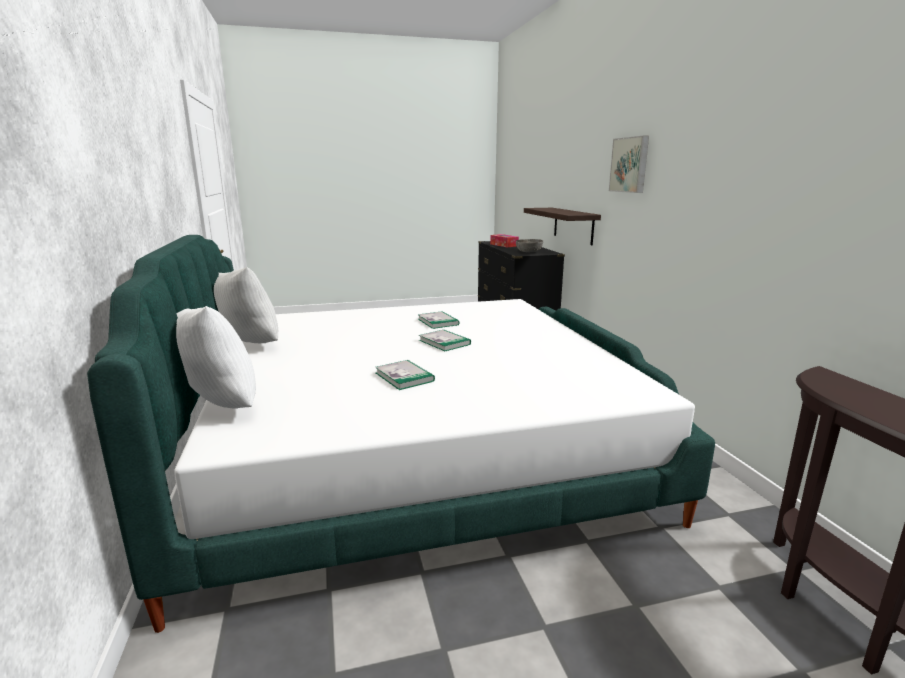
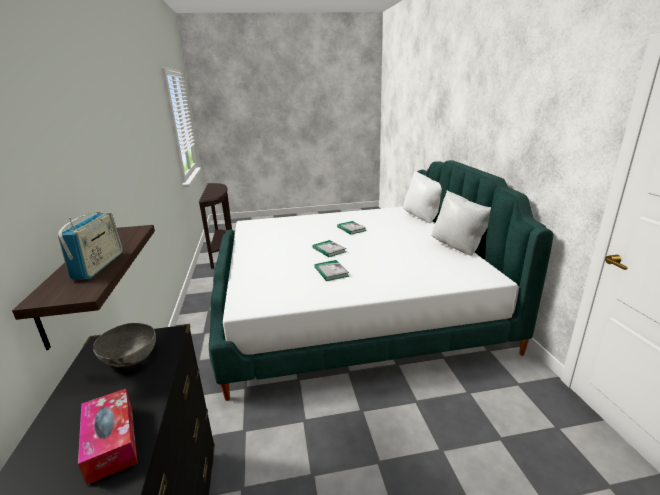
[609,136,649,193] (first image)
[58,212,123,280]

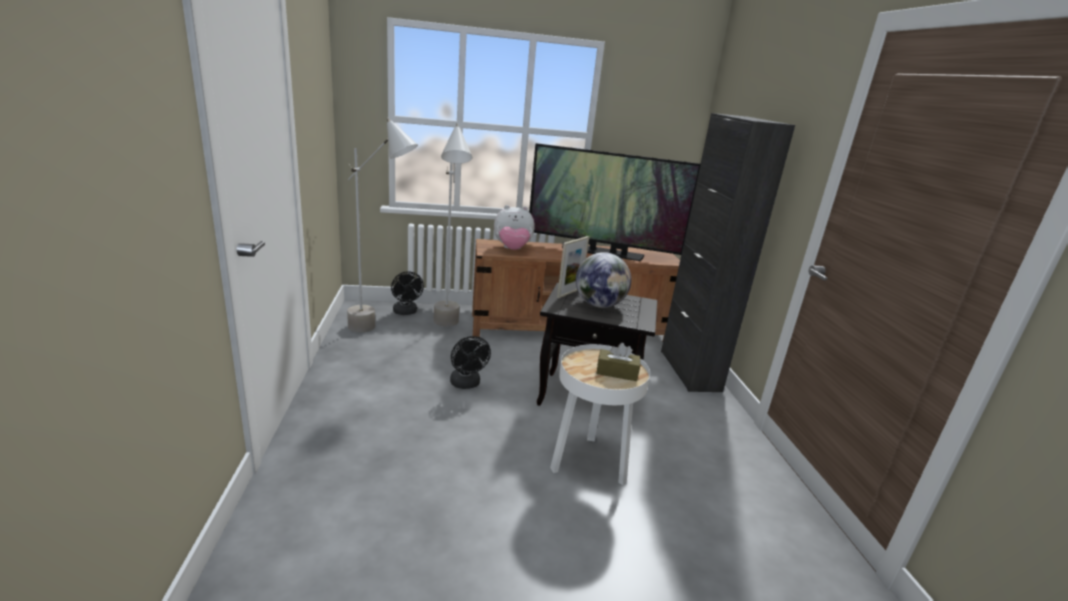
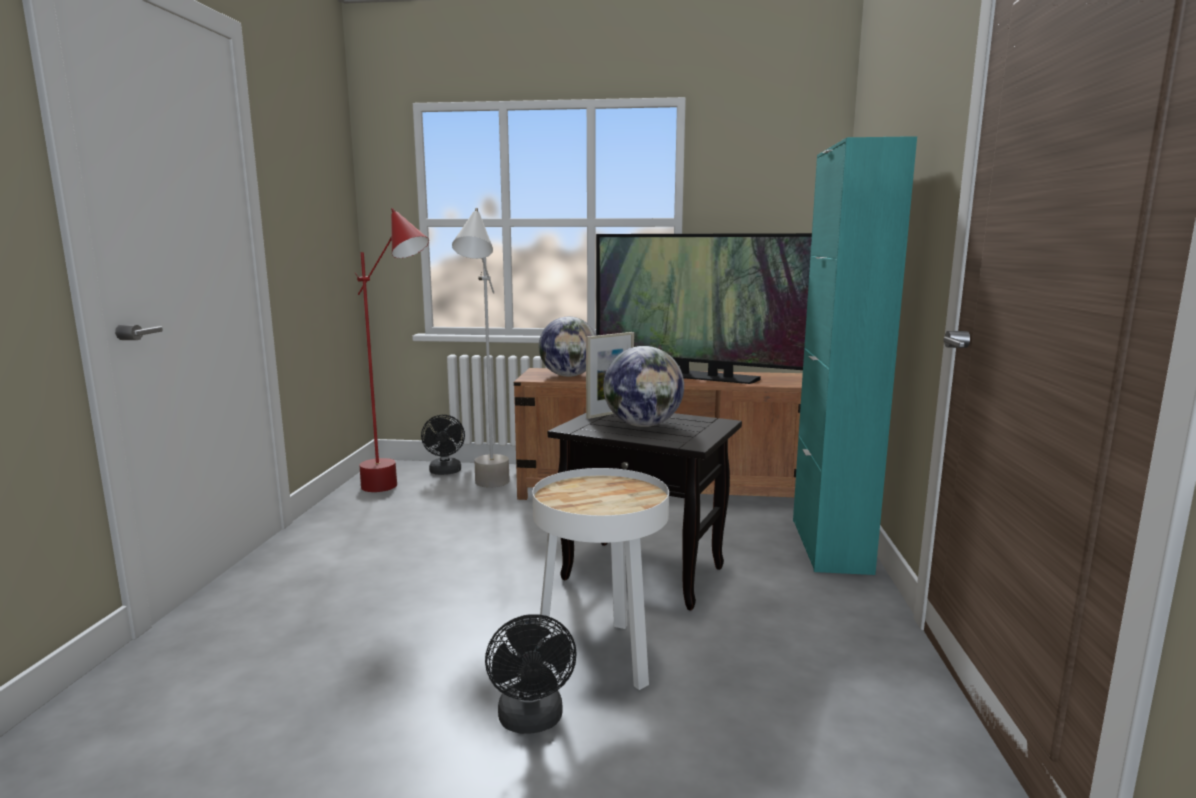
[793,136,917,575]
[354,208,429,492]
[539,317,596,377]
[485,614,577,734]
[596,343,640,381] (first image)

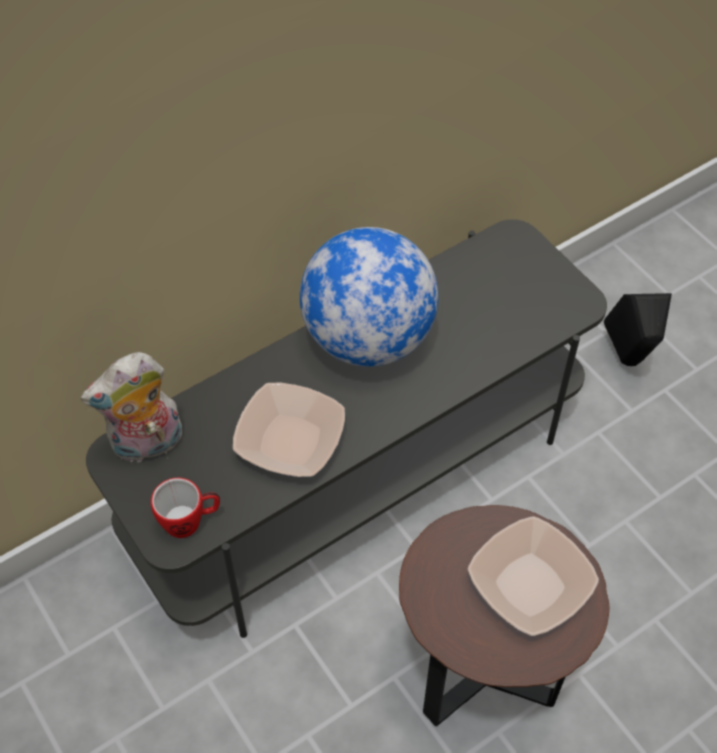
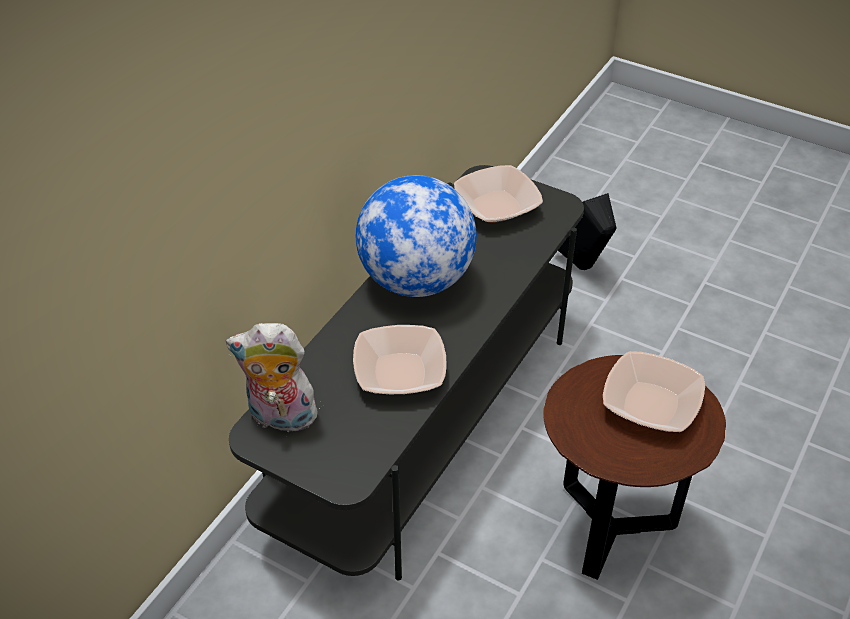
[226,323,320,437]
[151,478,220,538] (first image)
[454,165,543,223]

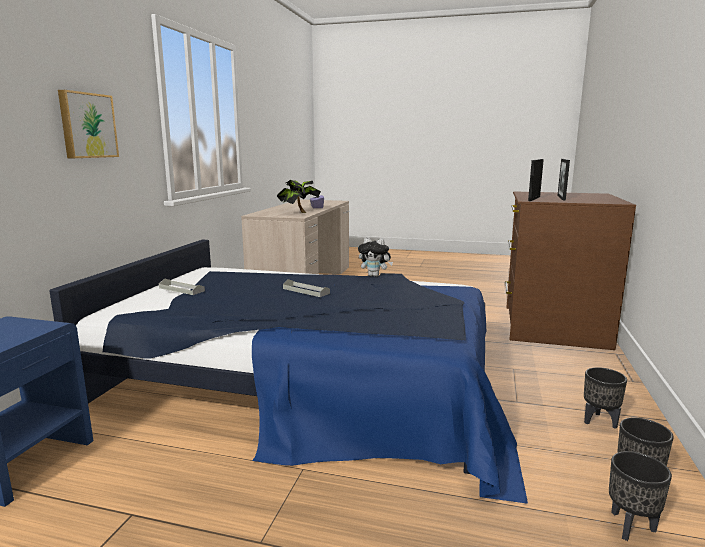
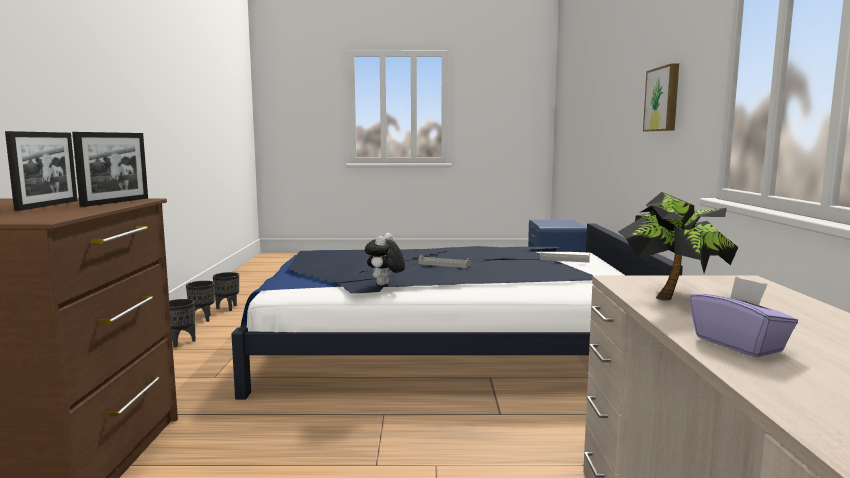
[365,233,405,285]

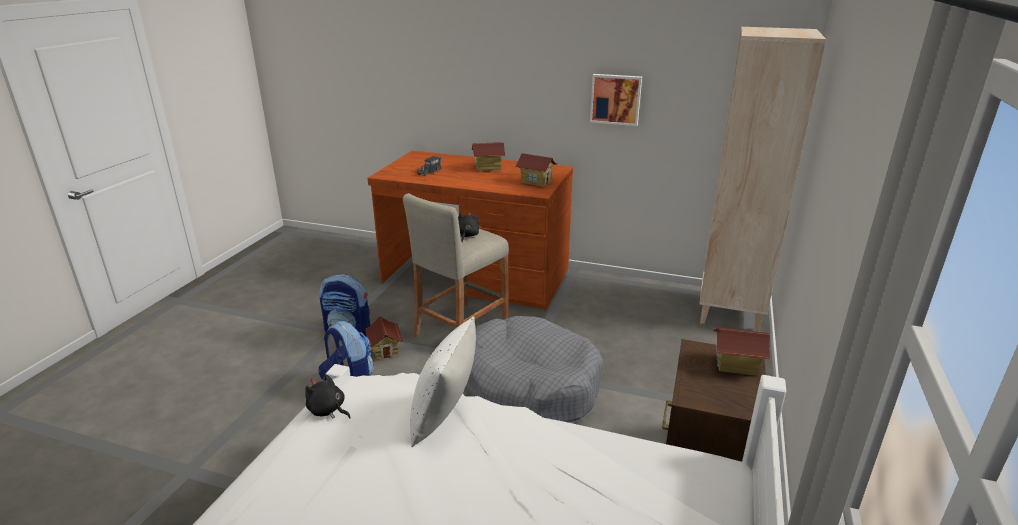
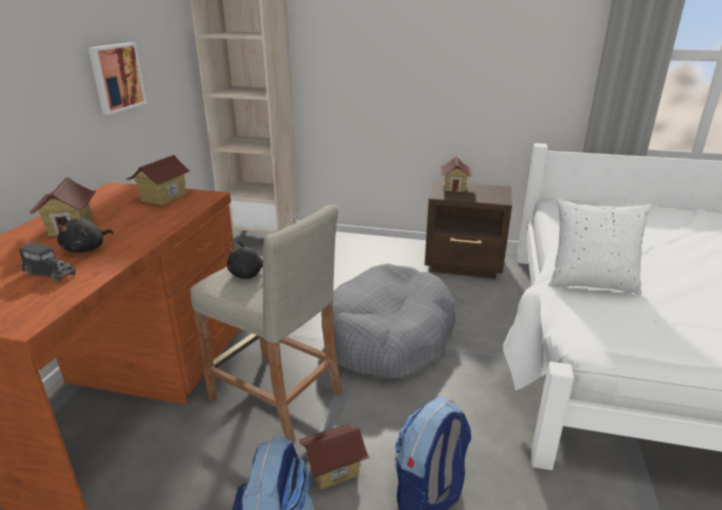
[57,217,113,252]

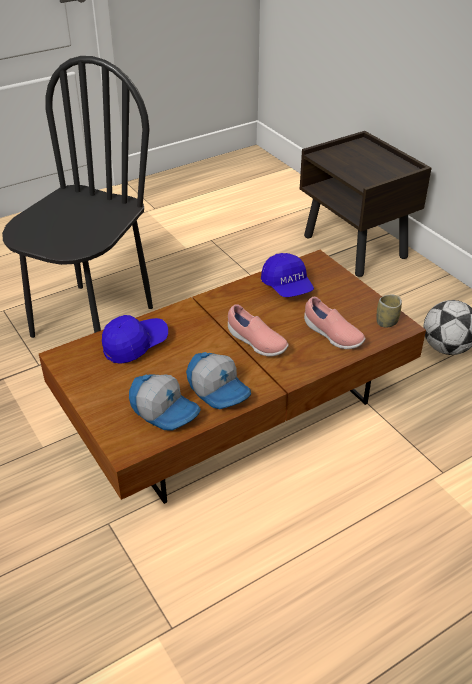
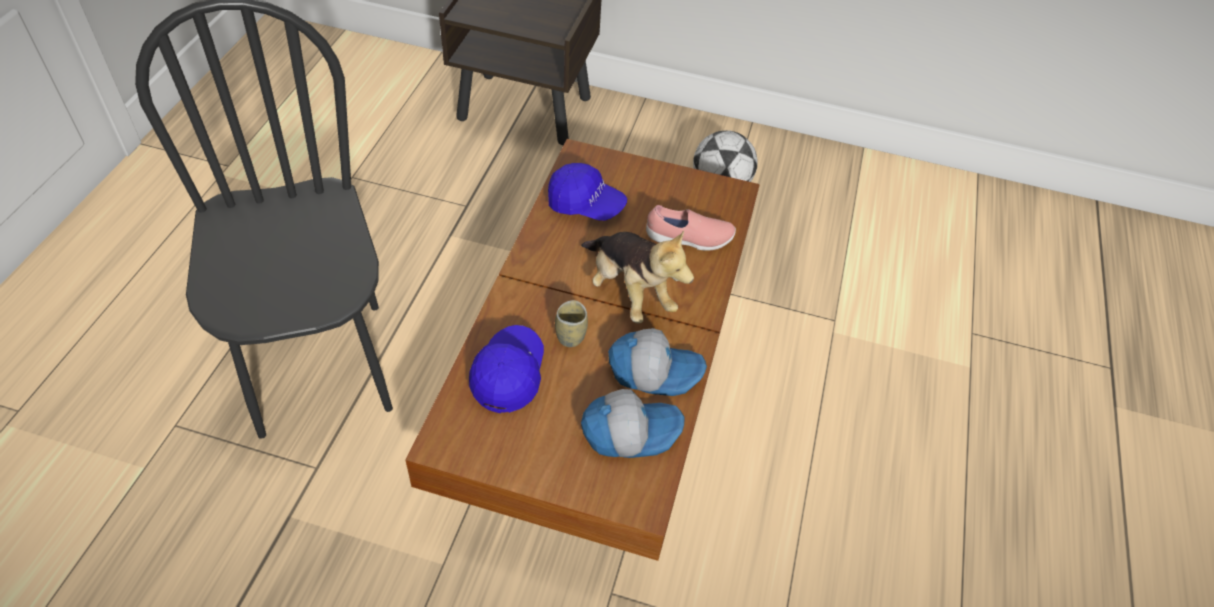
[555,300,588,347]
[581,230,694,323]

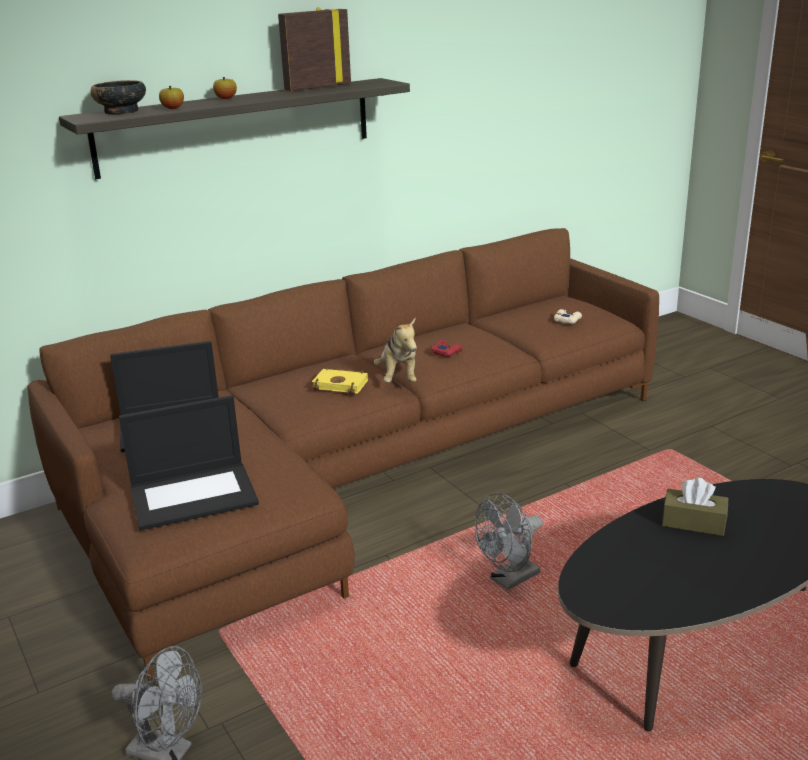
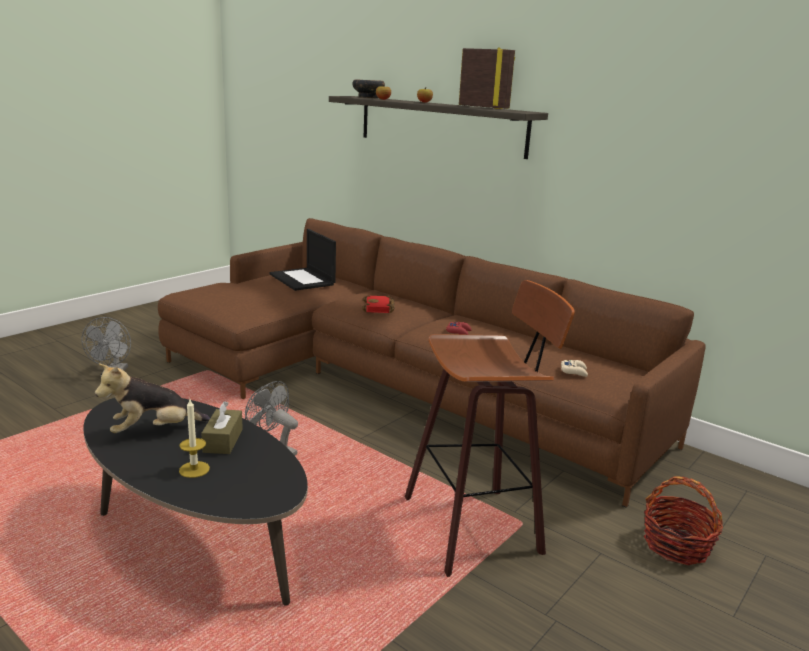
[95,363,210,433]
[362,295,395,313]
[119,395,259,530] (first image)
[405,280,575,577]
[179,399,210,478]
[644,477,723,565]

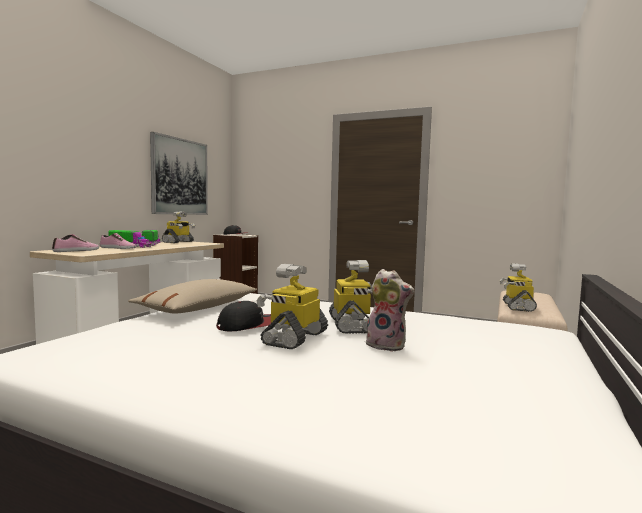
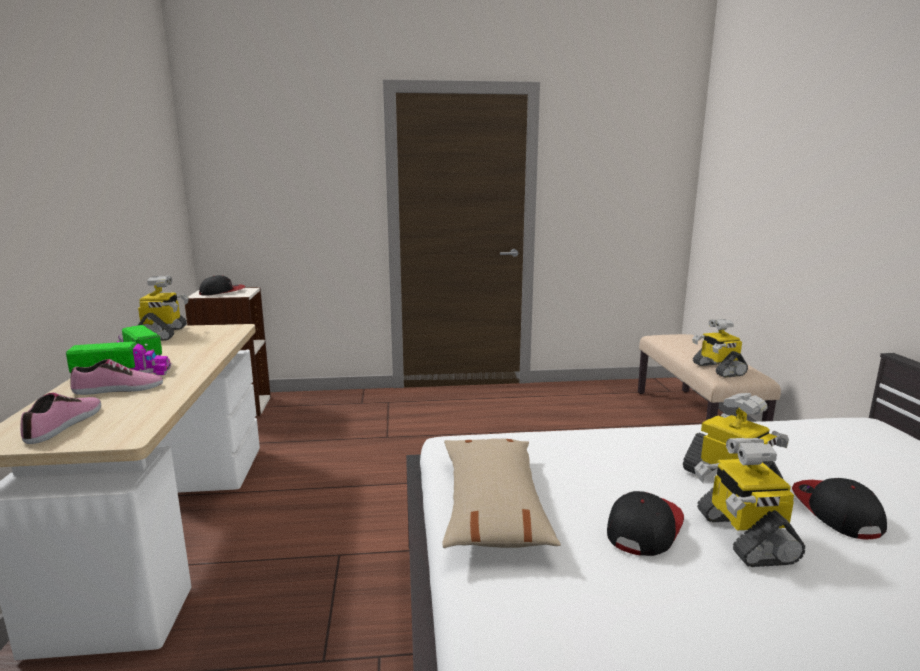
[150,132,208,215] (first image)
[792,478,887,540]

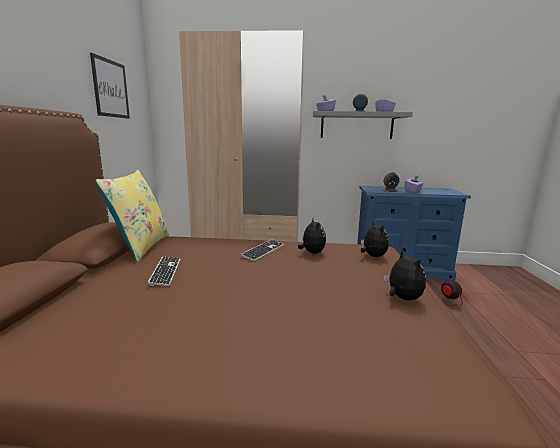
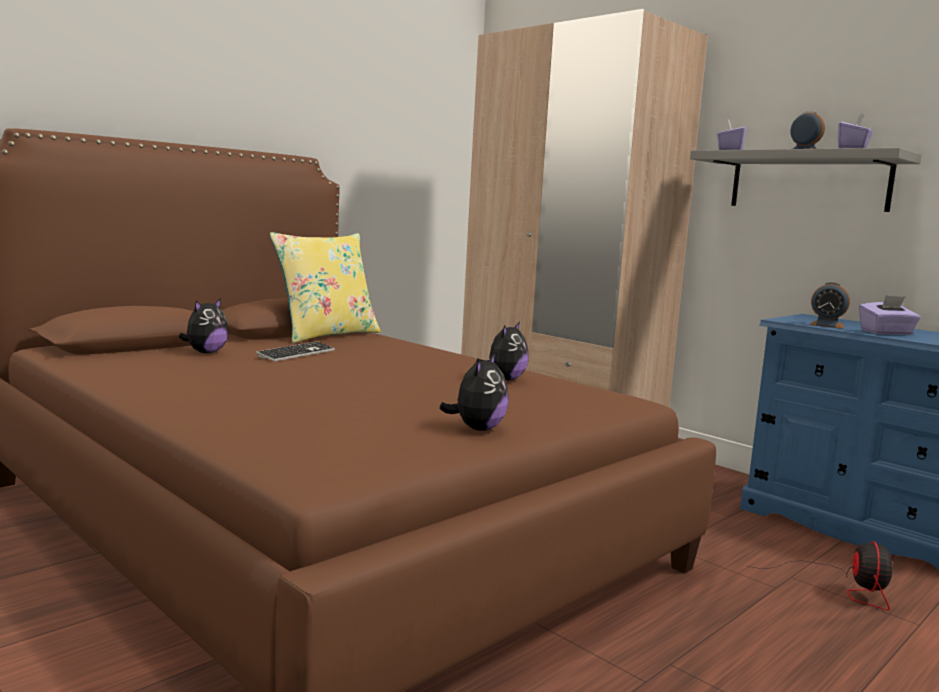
[90,53,130,119] (first image)
[179,298,229,353]
[241,239,284,261] (first image)

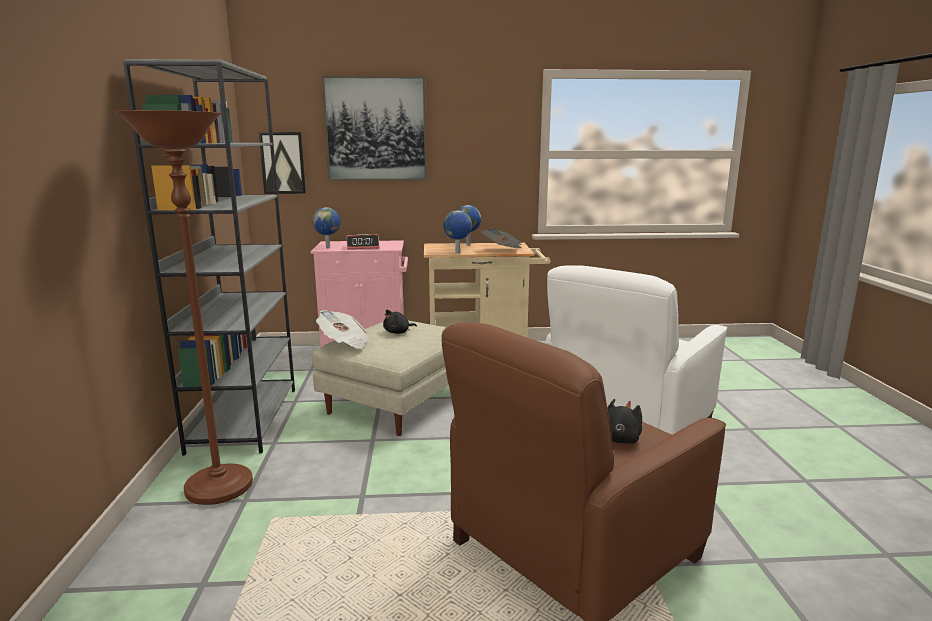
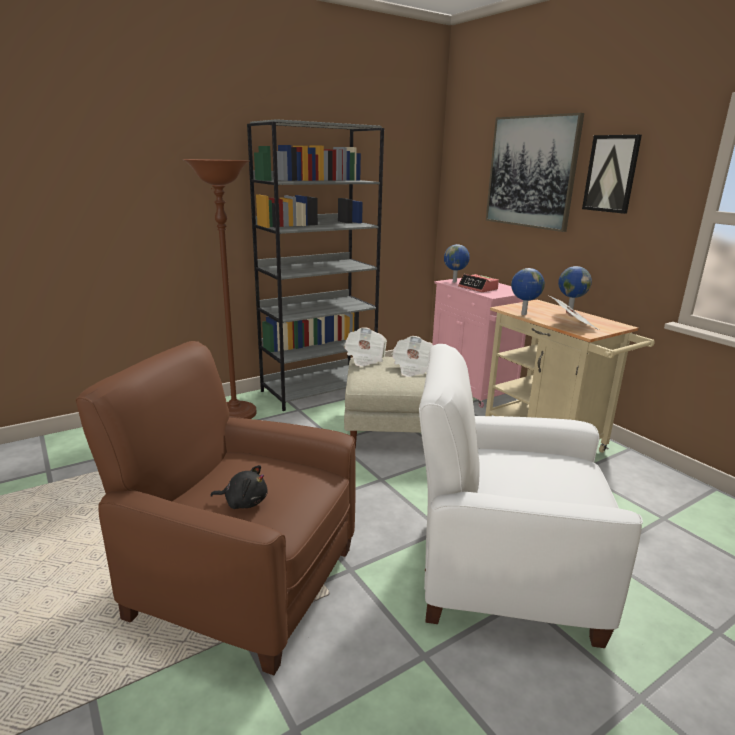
[582,135,642,214]
[391,336,433,377]

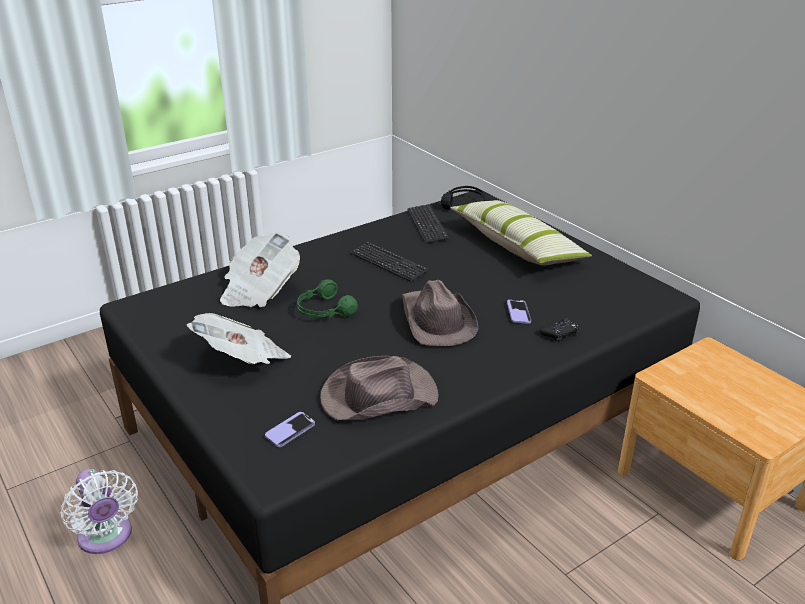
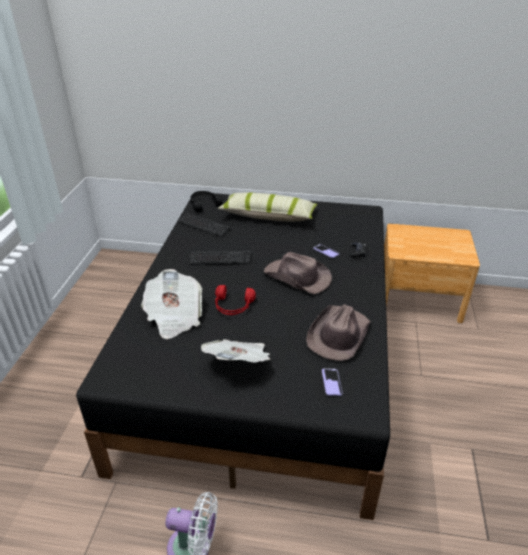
[215,285,256,315]

